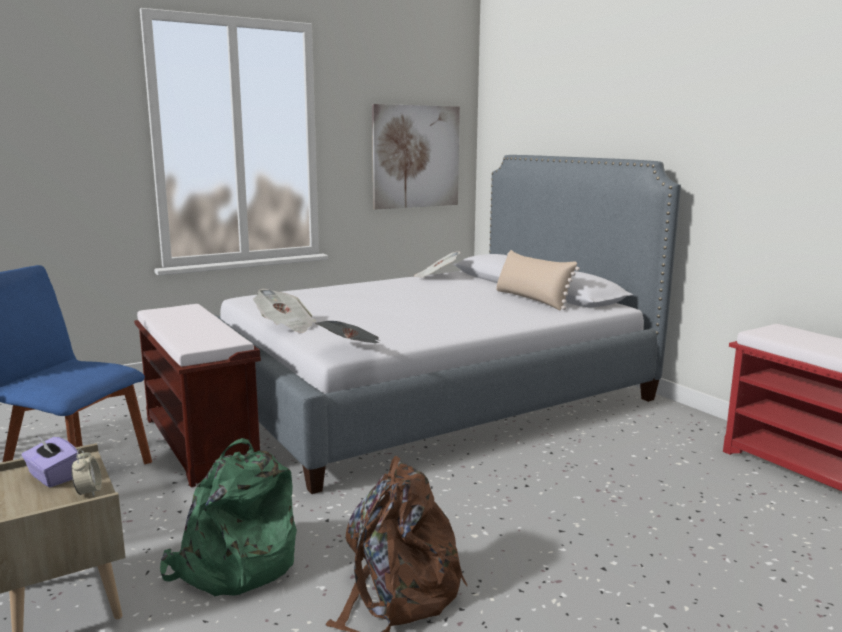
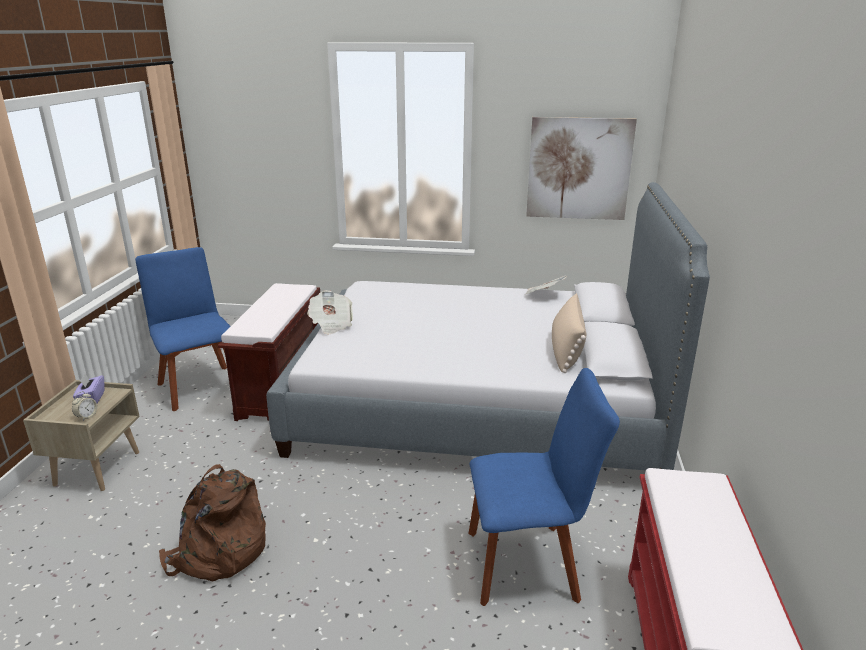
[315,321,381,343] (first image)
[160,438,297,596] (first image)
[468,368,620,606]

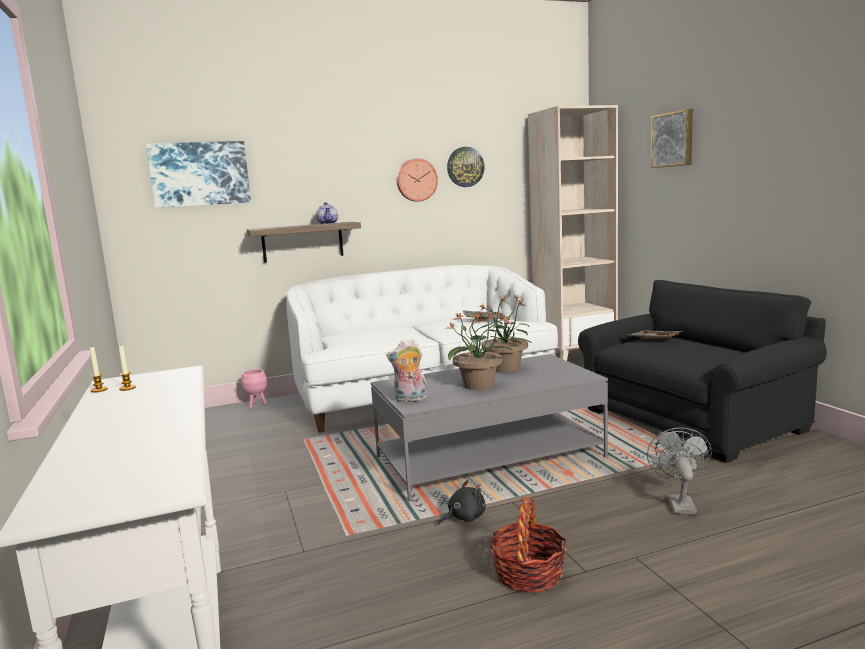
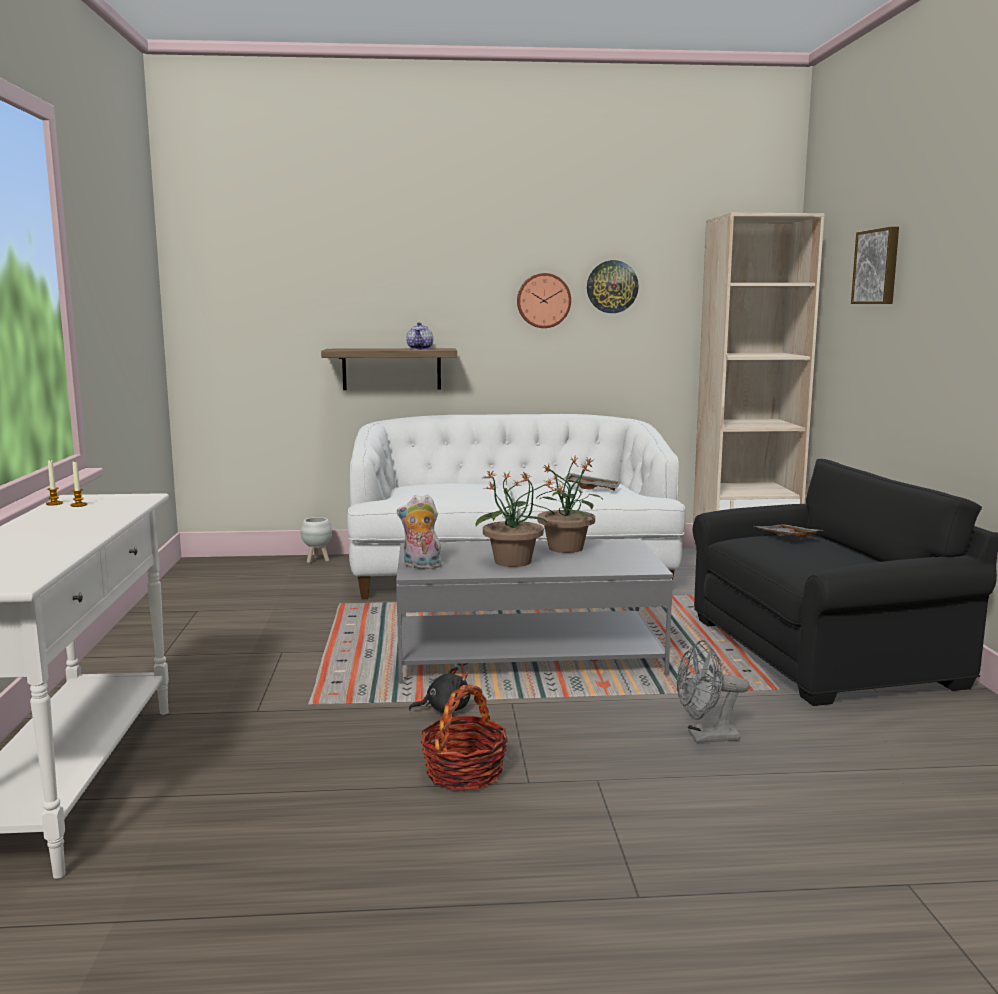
[146,141,251,208] (first image)
[301,517,332,563]
[677,640,749,743]

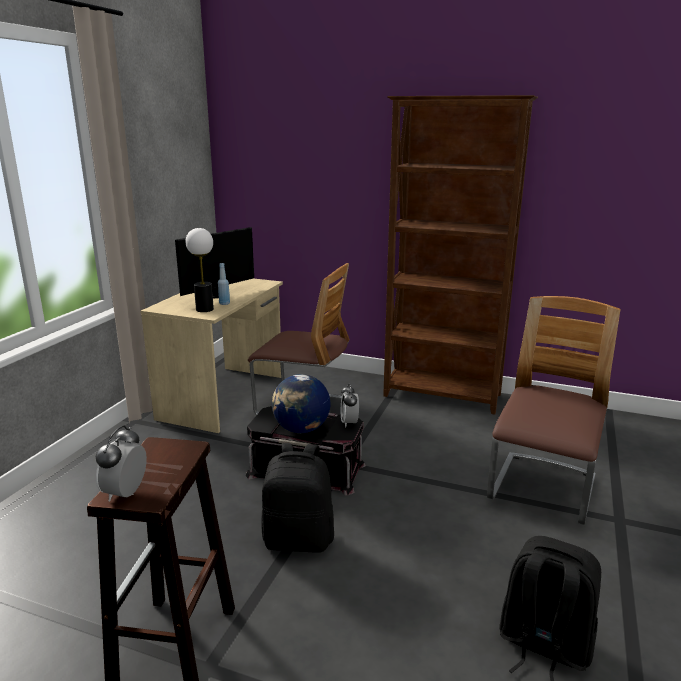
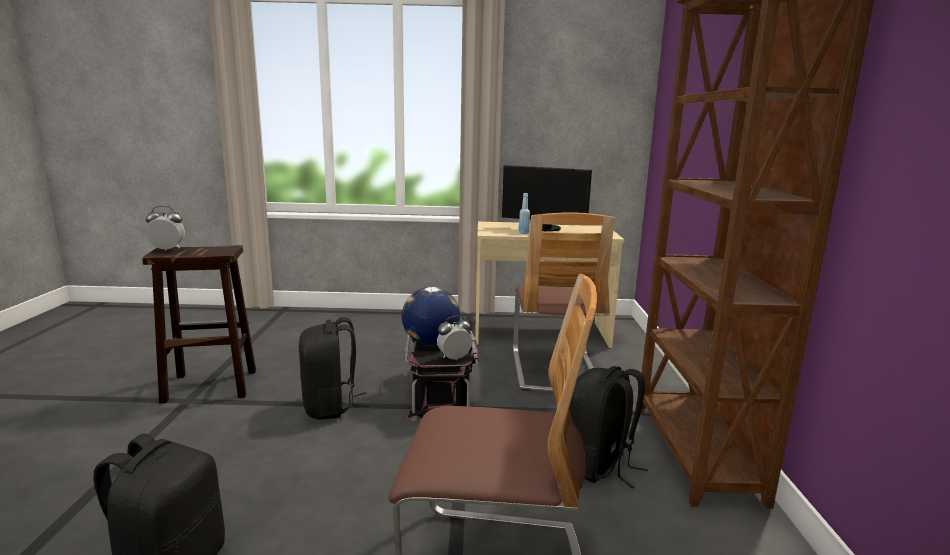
[186,228,214,312] (first image)
[569,366,648,489]

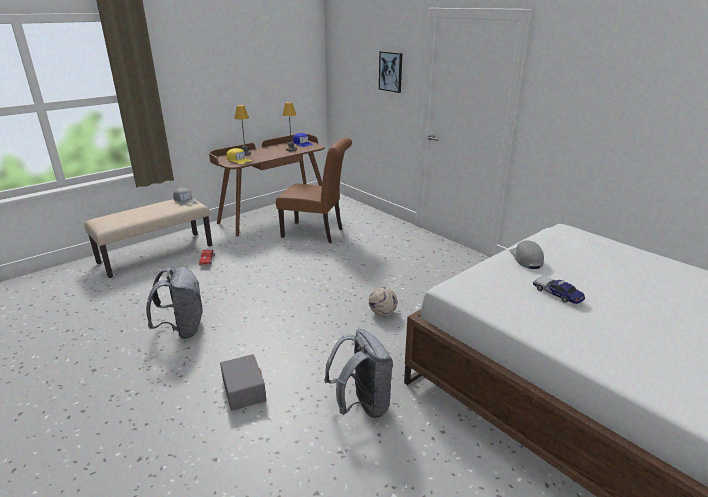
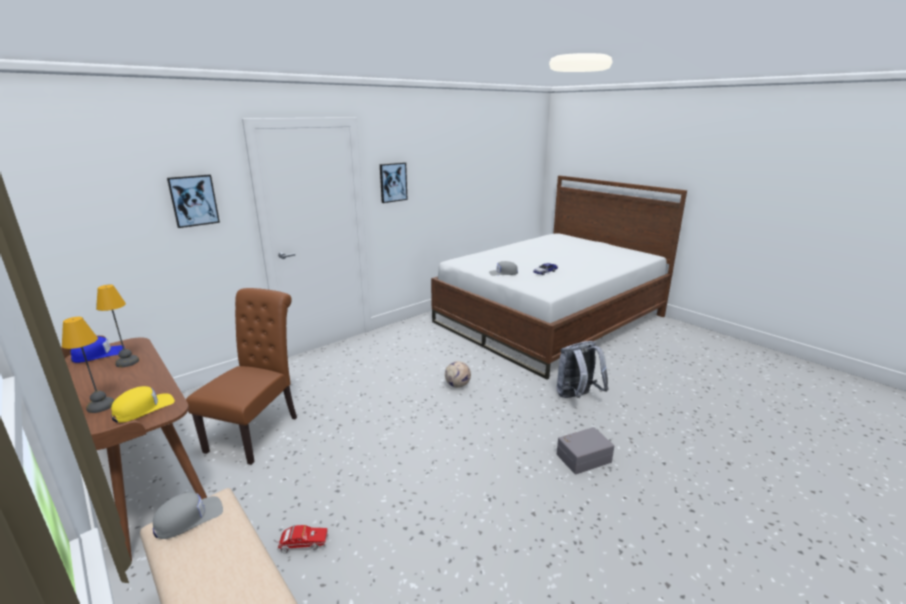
[146,266,203,339] (first image)
[380,162,407,203]

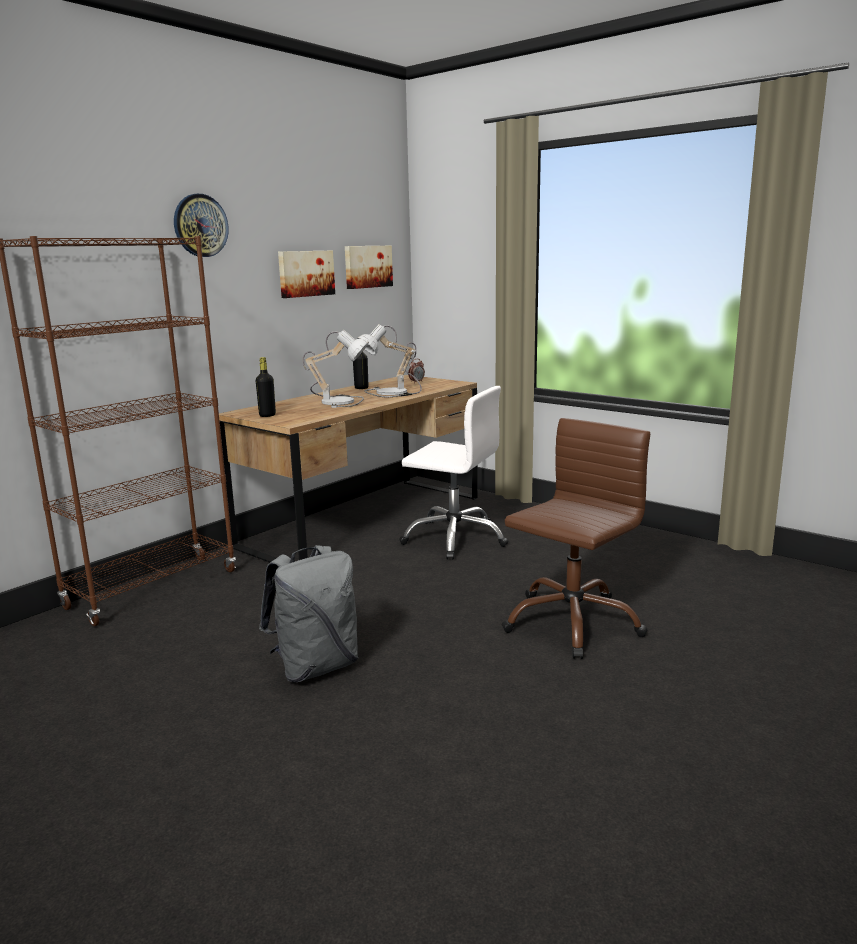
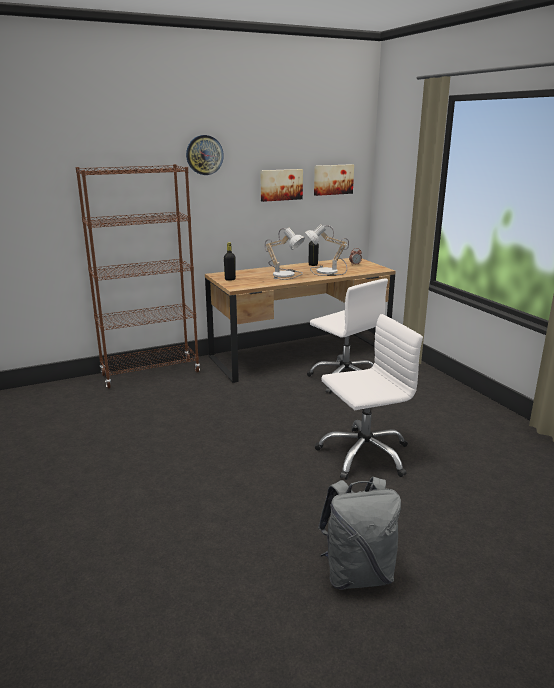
[315,314,423,480]
[318,477,401,590]

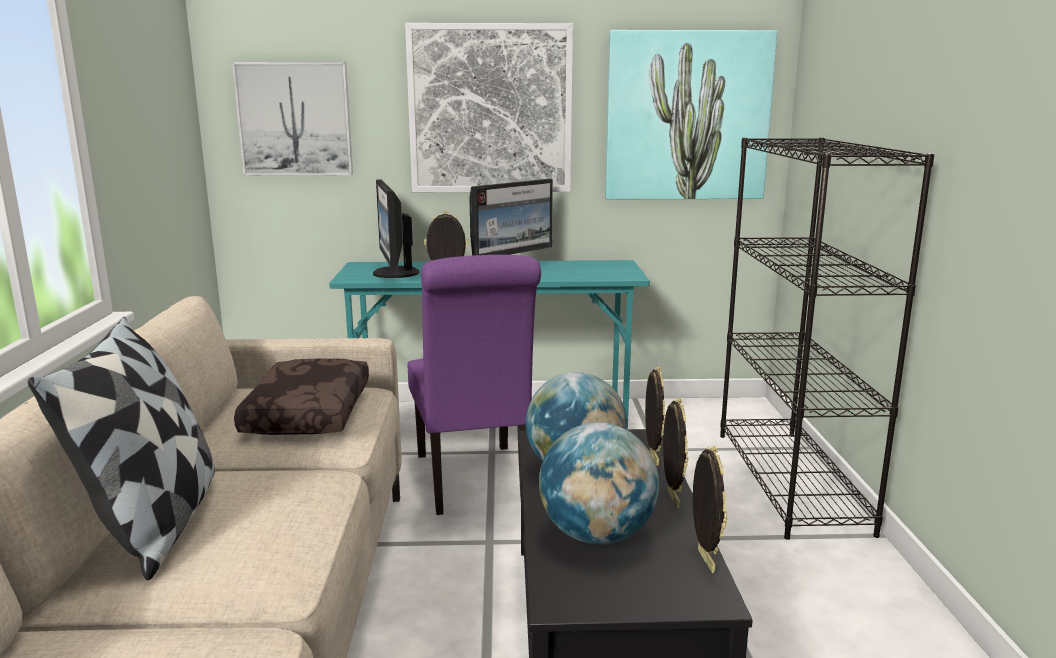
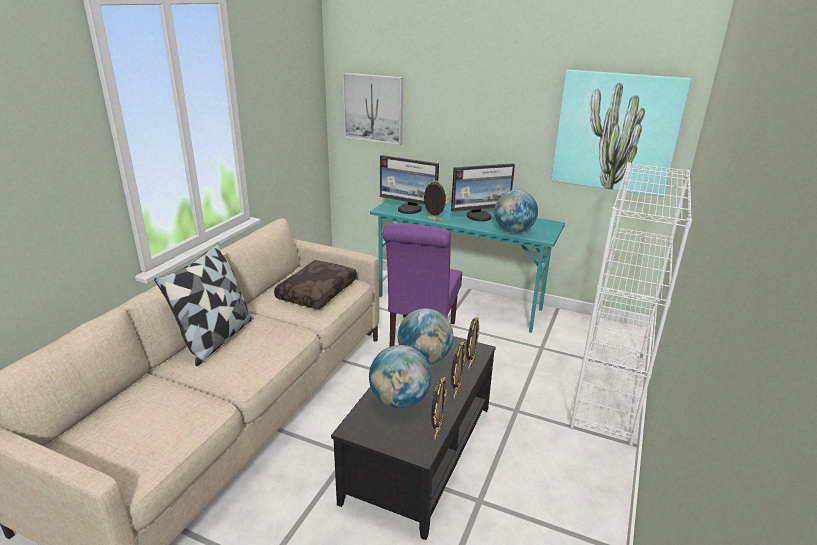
[405,23,573,192] (first image)
[570,162,692,446]
[380,155,439,214]
[494,190,538,233]

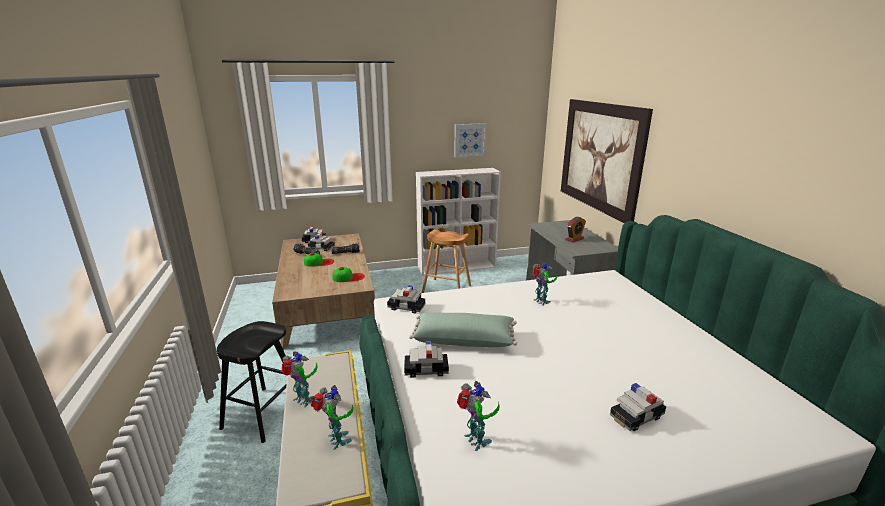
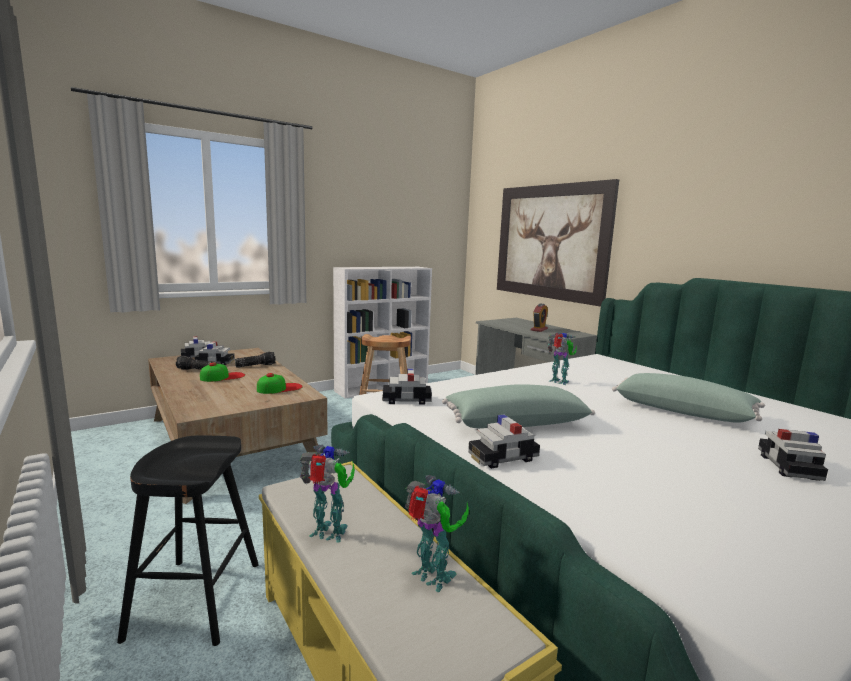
[454,123,486,158] (first image)
[457,381,500,451] (first image)
[758,429,828,481]
[612,373,765,423]

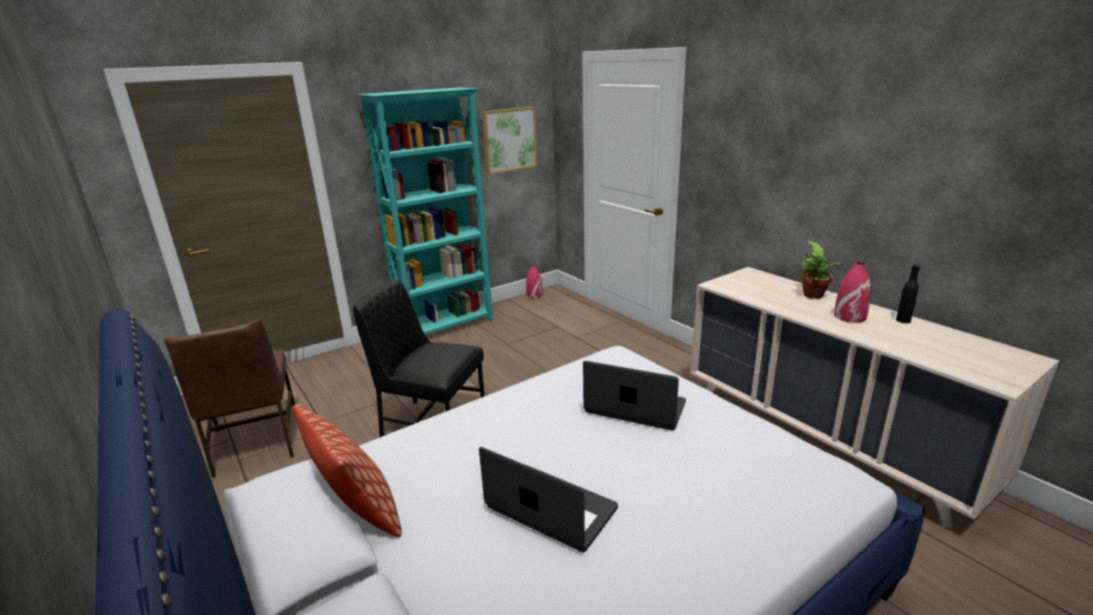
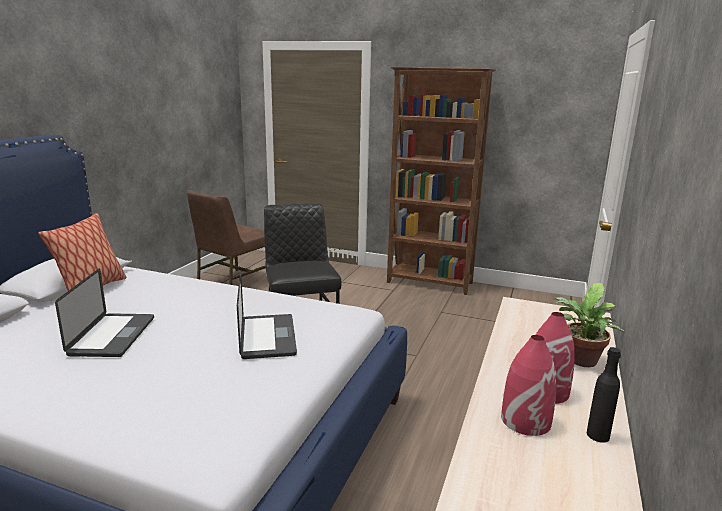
[387,67,496,295]
[482,107,538,174] (first image)
[501,335,557,436]

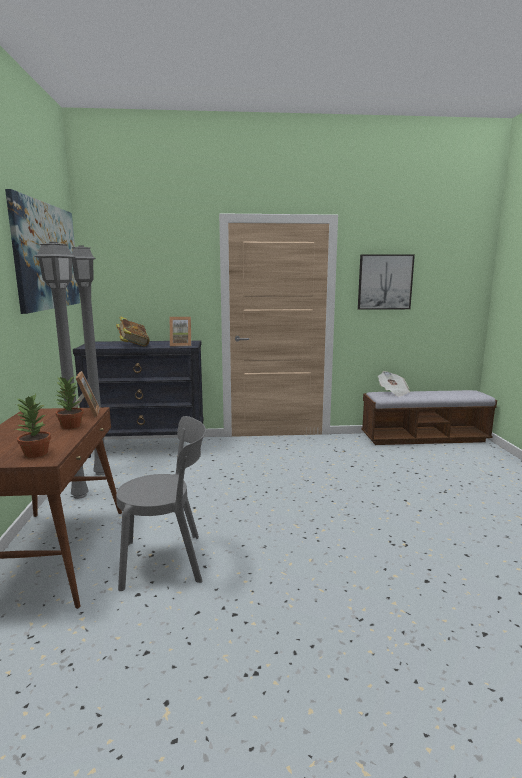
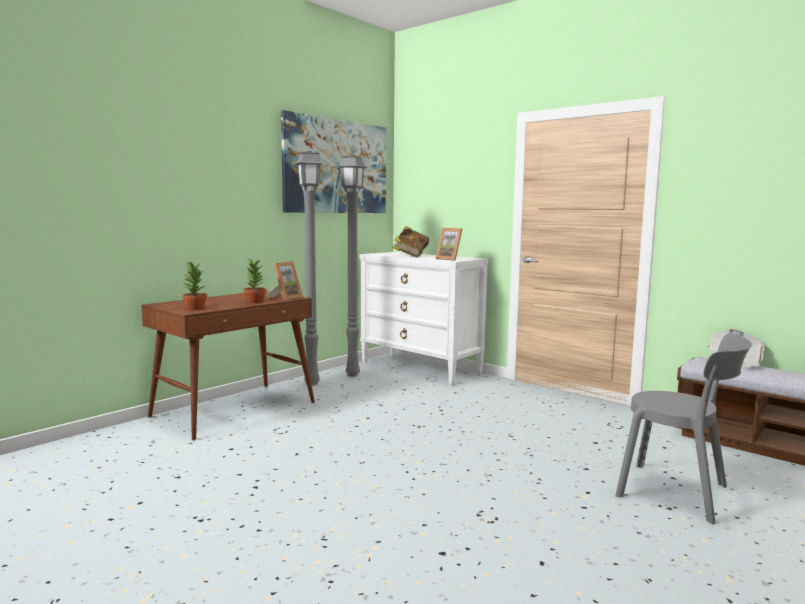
[358,254,415,310] (first image)
[360,252,489,385]
[616,333,752,524]

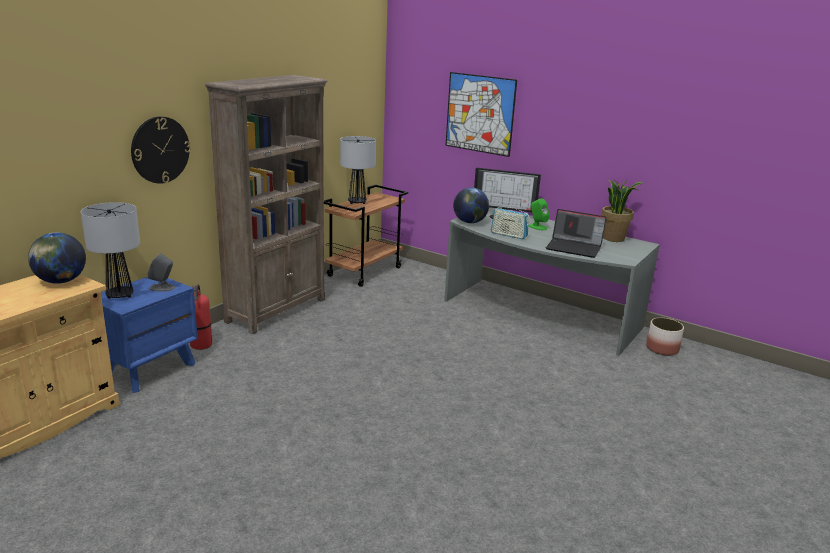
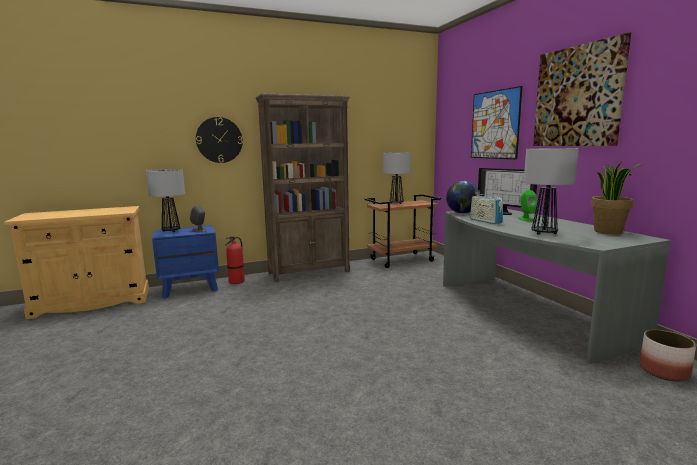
[524,148,579,235]
[28,232,86,284] (first image)
[533,32,631,146]

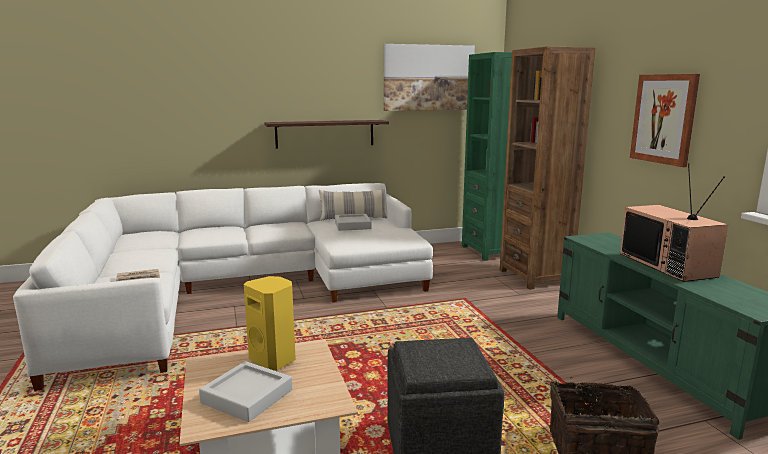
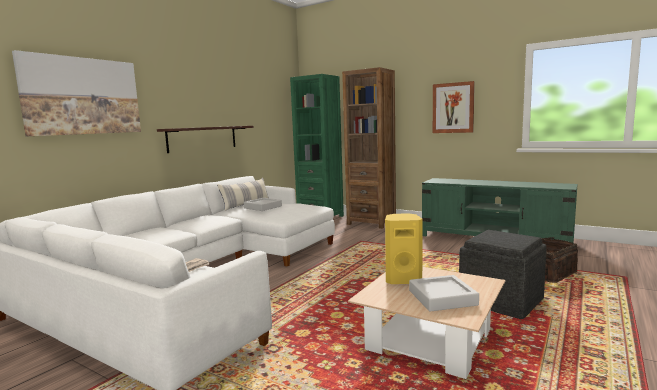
[12,50,141,136]
[620,163,728,282] (first image)

